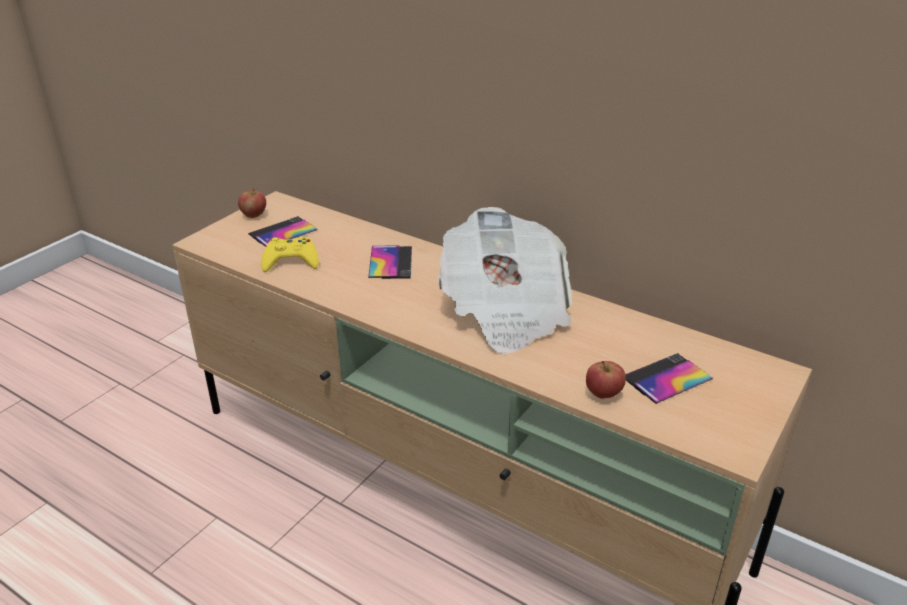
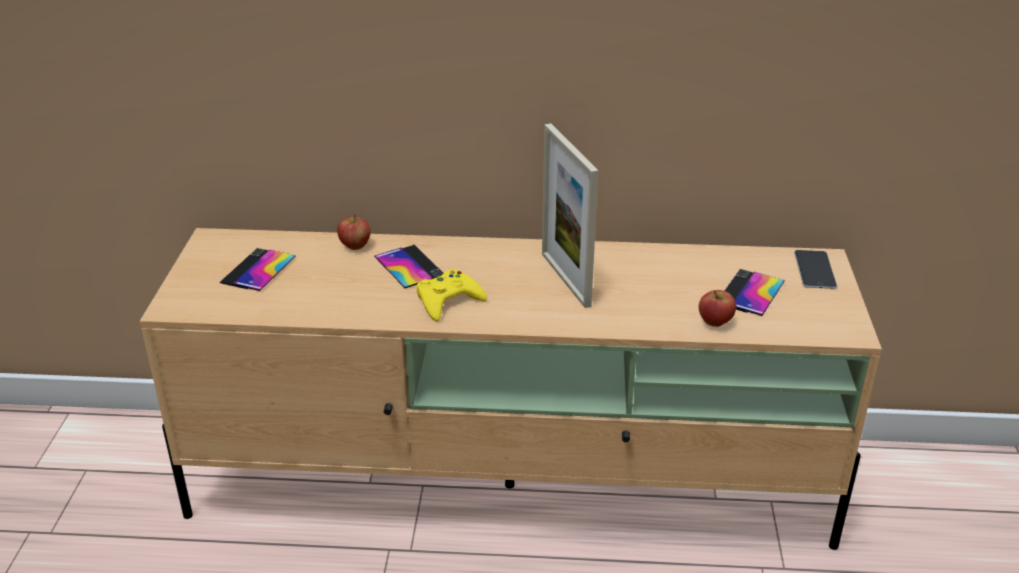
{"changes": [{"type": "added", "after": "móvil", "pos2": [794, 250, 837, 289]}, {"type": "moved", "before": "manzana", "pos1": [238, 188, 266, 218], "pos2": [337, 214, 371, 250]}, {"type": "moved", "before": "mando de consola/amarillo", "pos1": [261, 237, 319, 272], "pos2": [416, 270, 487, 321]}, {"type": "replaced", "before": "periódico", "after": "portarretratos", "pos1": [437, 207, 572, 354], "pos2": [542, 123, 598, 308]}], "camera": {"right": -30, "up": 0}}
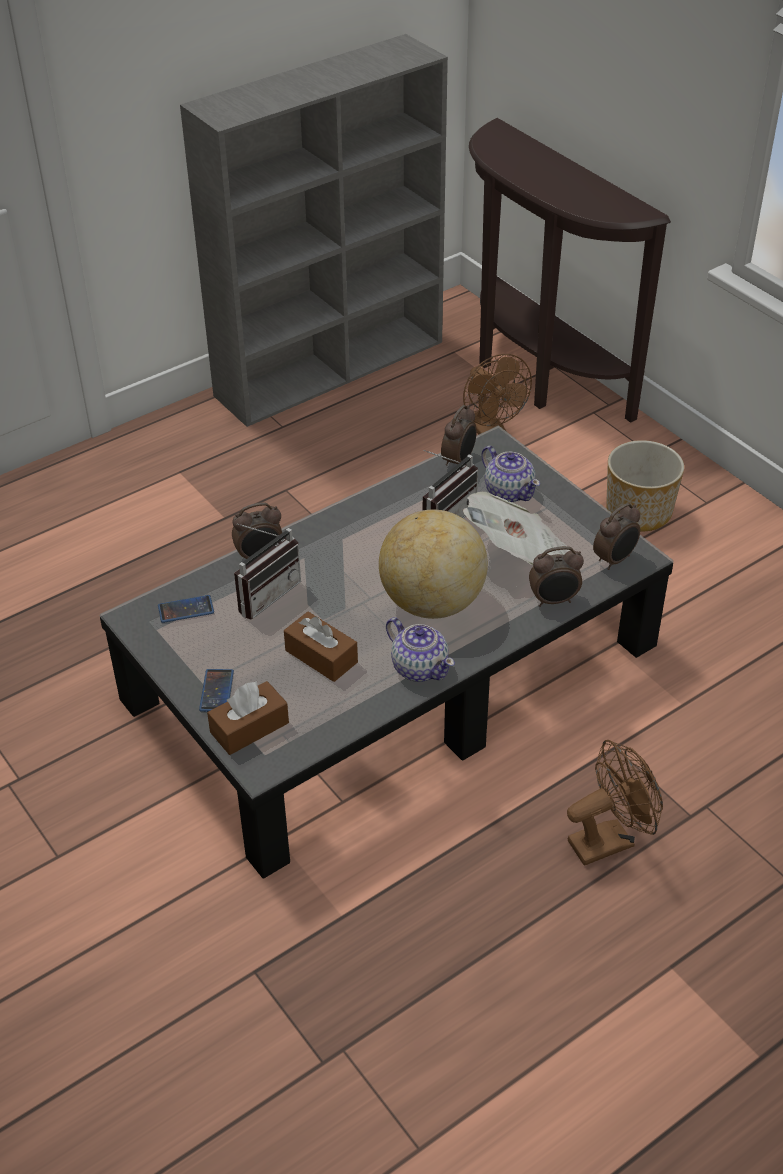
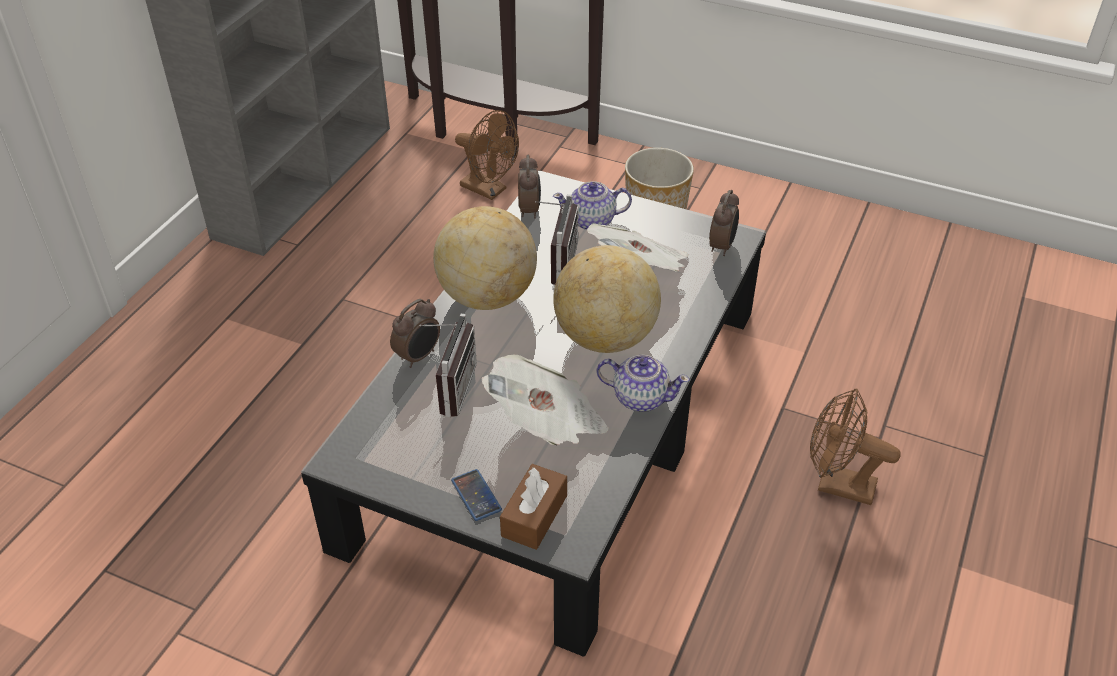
{"changes": [{"type": "removed", "before": "móvil", "pos1": [158, 595, 214, 623]}, {"type": "removed", "before": "despertador", "pos1": [529, 546, 584, 607]}, {"type": "added", "after": "globo terráqueo", "pos2": [433, 206, 537, 310]}, {"type": "replaced", "before": "caja de pañuelos/marrón", "after": "periódico", "pos1": [284, 612, 358, 682], "pos2": [482, 354, 609, 445]}, {"type": "turned", "before": "tetera", "pos1": [481, 446, 540, 503], "pos2": [553, 181, 632, 230], "turn": 150}, {"type": "turned", "before": "ventilador/marrón", "pos1": [567, 740, 663, 866], "pos2": [810, 389, 901, 505], "turn": -105}], "camera": {"right": -30, "up": 0}}
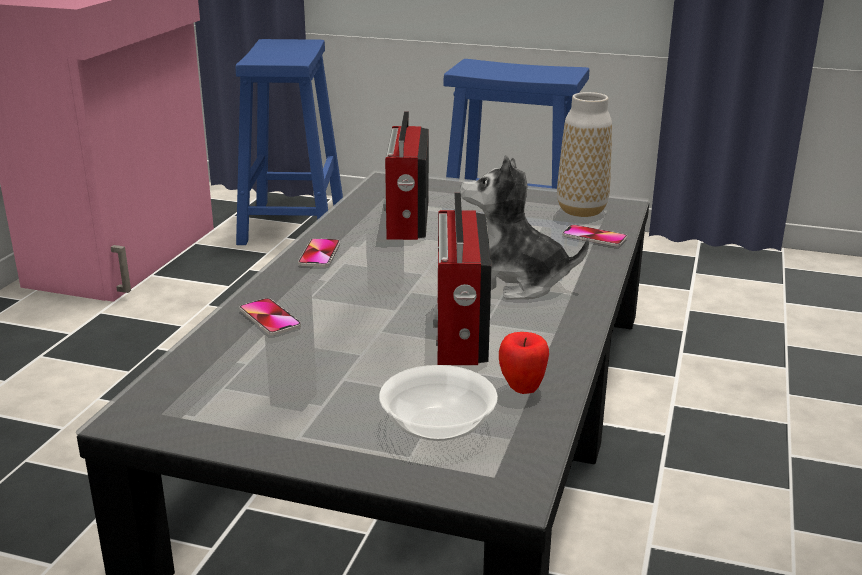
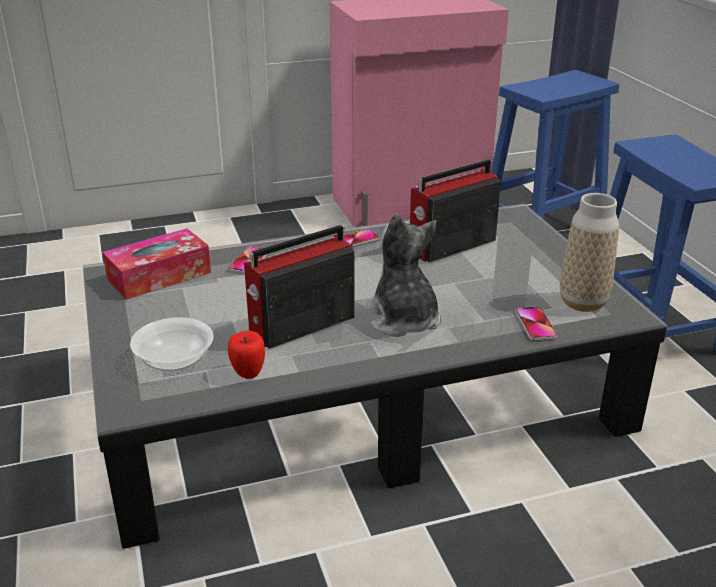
{"changes": [{"type": "added", "after": "caja de pañuelos", "pos2": [103, 228, 211, 300]}], "camera": {"right": 55, "up": 5}}
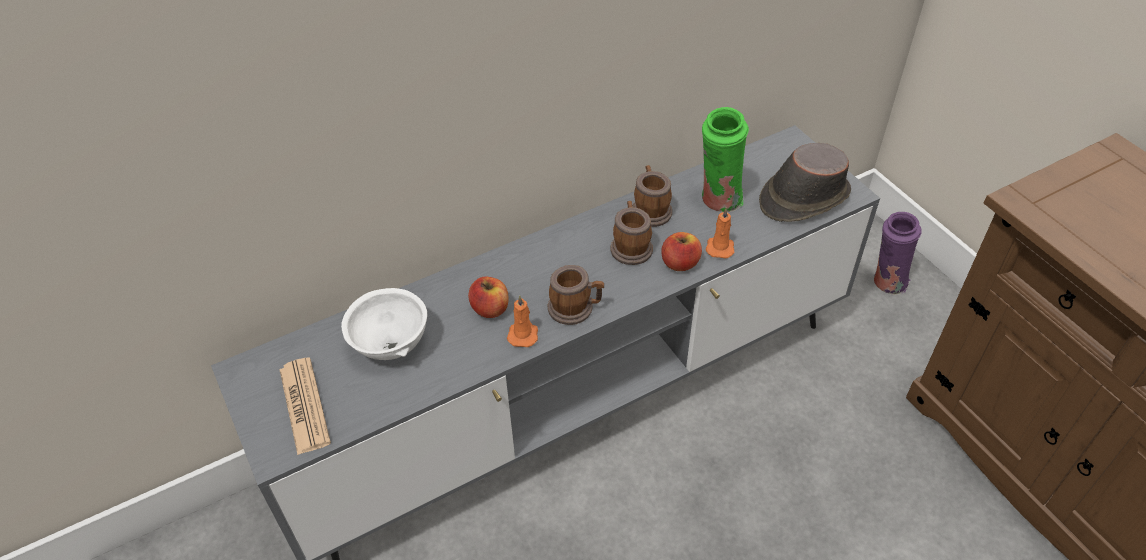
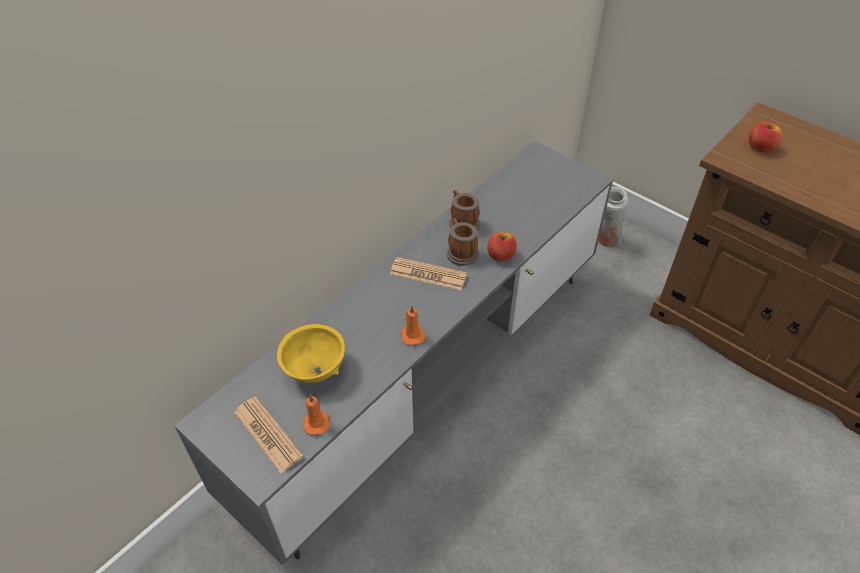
{"changes": [{"type": "removed", "before": "taza grande", "pos1": [548, 265, 604, 325]}, {"type": "removed", "before": "florero/verde", "pos1": [702, 107, 749, 212]}, {"type": "removed", "before": "sombrero/marrón", "pos1": [759, 143, 851, 222]}, {"type": "added", "after": "periódico", "pos2": [390, 257, 467, 290]}, {"type": "moved", "before": "manzana", "pos1": [468, 277, 509, 318], "pos2": [749, 122, 783, 152]}, {"type": "moved", "before": "vela/naranja", "pos1": [705, 208, 735, 259], "pos2": [304, 394, 330, 436]}, {"type": "recoloured", "before": "cuenco/blanco", "after": "cuenco/amarillo", "pos1": [341, 288, 427, 360], "pos2": [277, 324, 345, 383]}, {"type": "recoloured", "before": "florero/morado", "after": "florero/blanco", "pos1": [874, 212, 922, 295], "pos2": [598, 187, 629, 248]}], "camera": {"right": -20, "up": 0}}
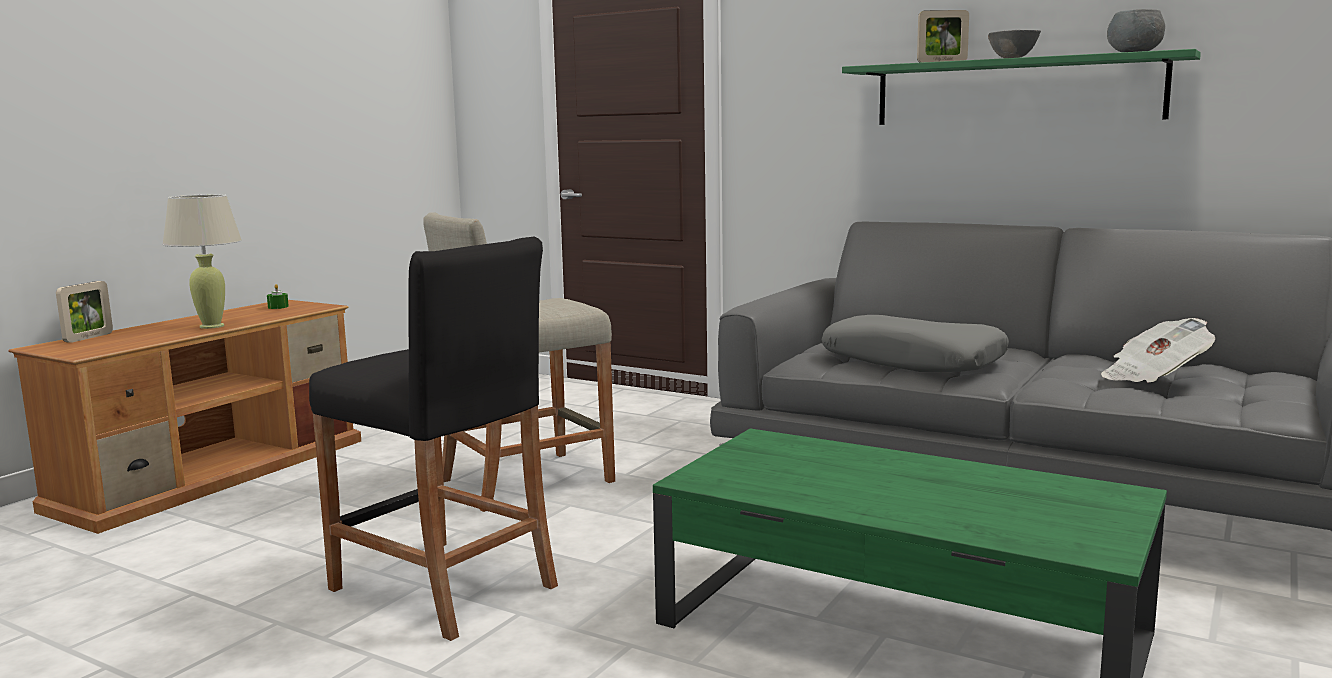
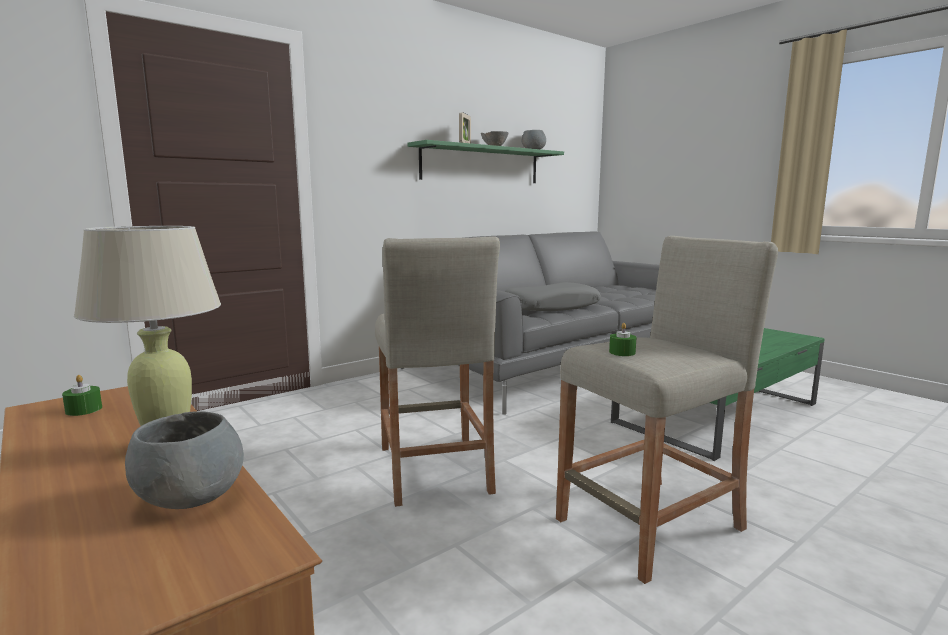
{"changes": [{"type": "removed", "before": "portarretratos", "pos1": [56, 281, 113, 343]}, {"type": "removed", "before": "periódico", "pos1": [1101, 318, 1215, 383]}, {"type": "added", "after": "cuenco/gris", "pos2": [125, 411, 244, 509]}, {"type": "added", "after": "vela/verde", "pos2": [609, 323, 637, 356]}, {"type": "recoloured", "before": "taburete/negro", "after": "taburete/beis", "pos1": [309, 236, 558, 641], "pos2": [556, 236, 778, 584]}], "camera": {"right": -70, "up": 0}}
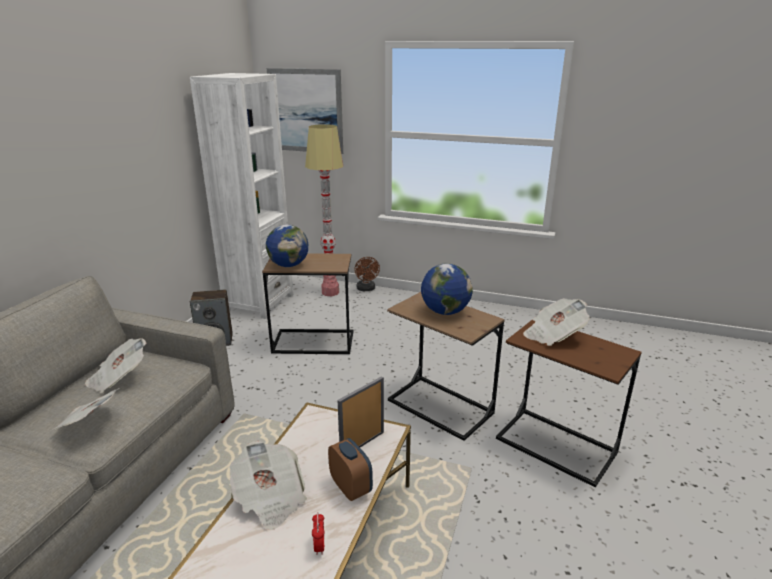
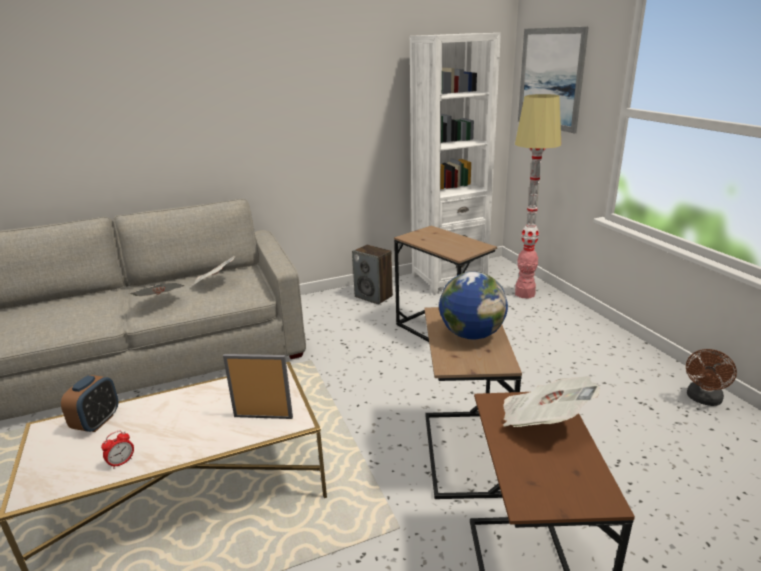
{"changes": [{"type": "removed", "before": "periódico", "pos1": [229, 441, 307, 530]}, {"type": "removed", "before": "globo terráqueo", "pos1": [266, 225, 308, 267]}, {"type": "moved", "before": "despertador", "pos1": [328, 438, 373, 501], "pos2": [61, 375, 118, 432]}, {"type": "moved", "before": "ventilador/marrón", "pos1": [354, 257, 380, 291], "pos2": [686, 349, 737, 406]}], "camera": {"right": 50, "up": 0}}
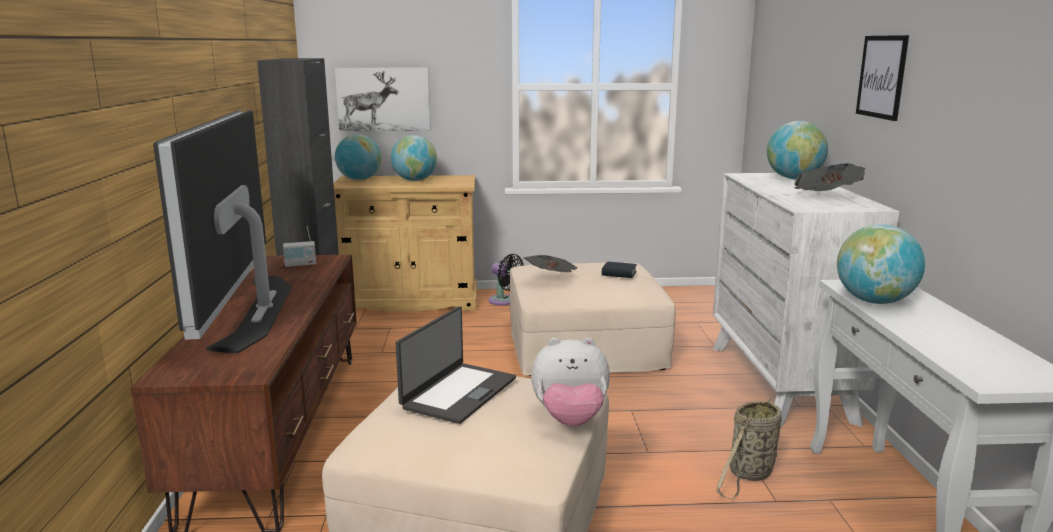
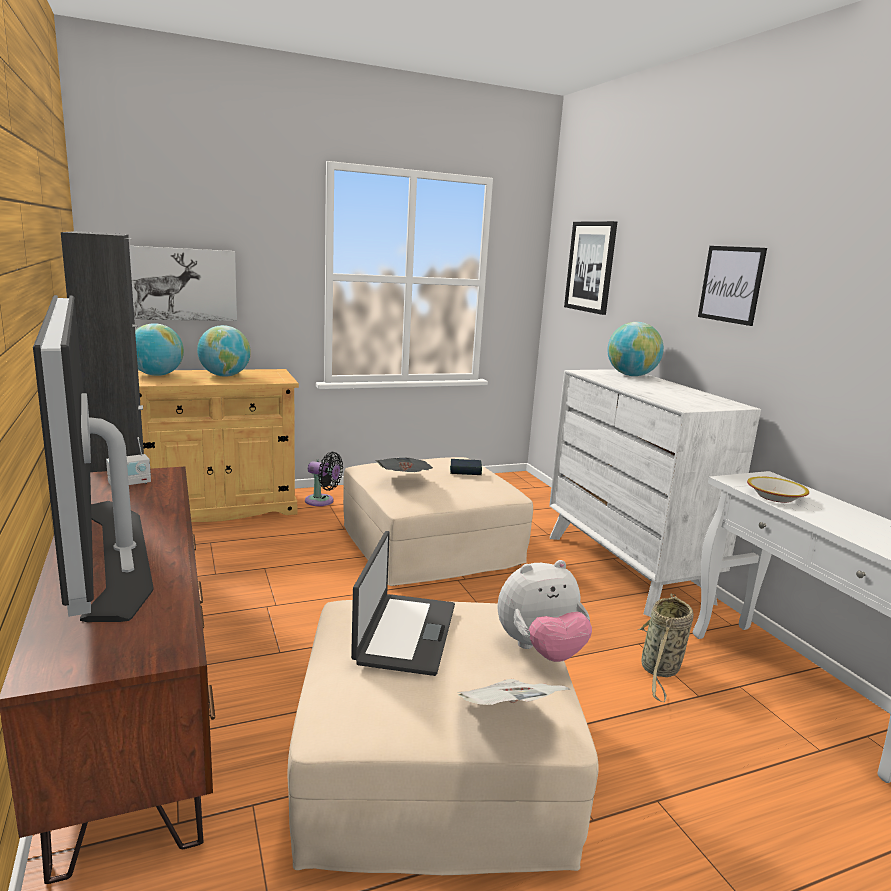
{"changes": [{"type": "added", "after": "cuadro", "pos2": [564, 221, 617, 315]}, {"type": "moved", "before": "periódico", "pos1": [794, 163, 865, 191], "pos2": [457, 679, 570, 705]}, {"type": "replaced", "before": "globo terráqueo", "after": "cuenco", "pos1": [837, 224, 925, 304], "pos2": [747, 476, 809, 503]}], "camera": {"right": -20, "up": 0}}
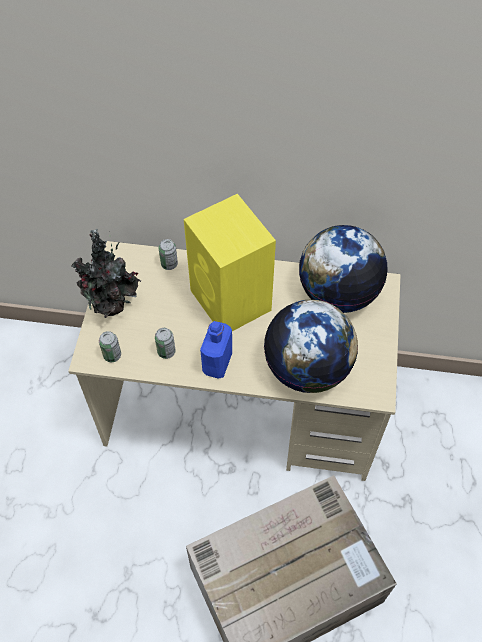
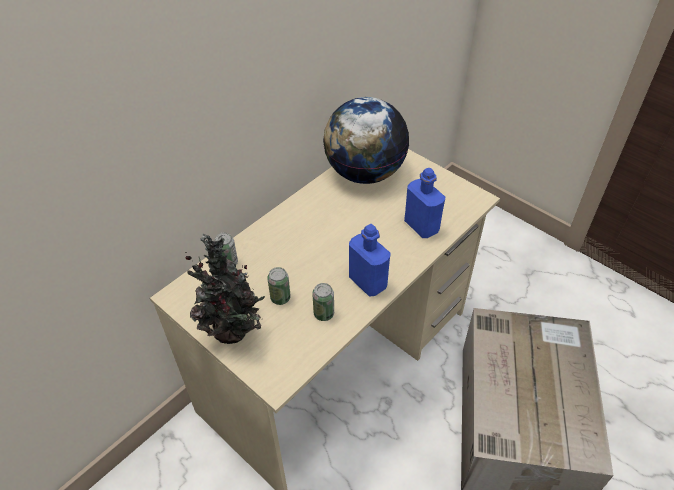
{"changes": [{"type": "removed", "before": "altavoz/amarillo", "pos1": [184, 194, 276, 331]}, {"type": "moved", "before": "lata", "pos1": [99, 331, 121, 362], "pos2": [267, 267, 291, 305]}, {"type": "replaced", "before": "globo terráqueo", "after": "botella/azul", "pos1": [264, 299, 358, 393], "pos2": [404, 168, 445, 238]}], "camera": {"right": -55, "up": -10}}
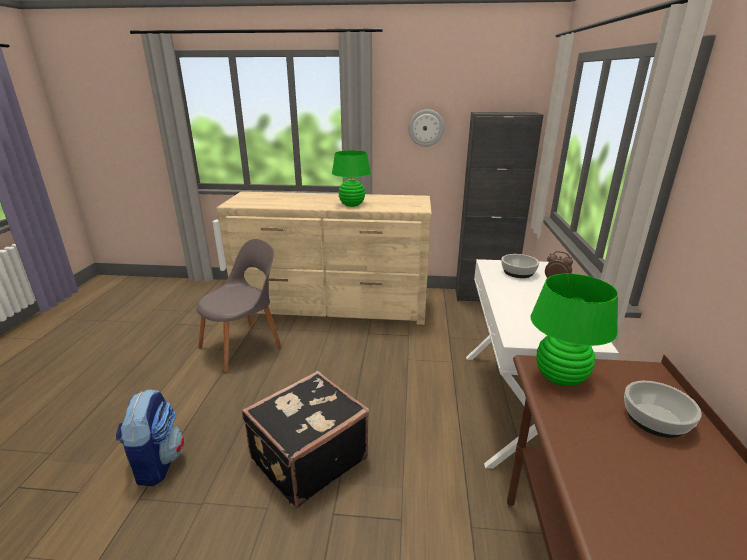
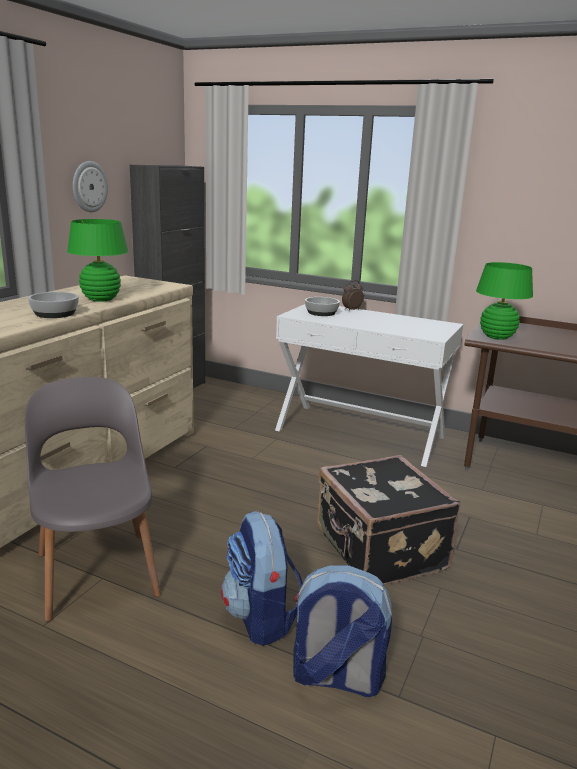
{"changes": [{"type": "added", "after": "mochila", "pos2": [221, 511, 303, 646]}, {"type": "moved", "before": "cuenco", "pos1": [624, 381, 702, 438], "pos2": [28, 292, 79, 318]}], "camera": {"right": -70, "up": -5}}
